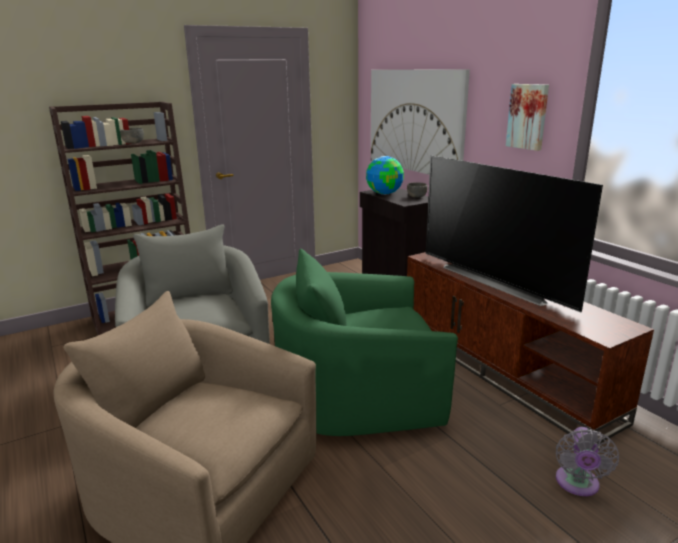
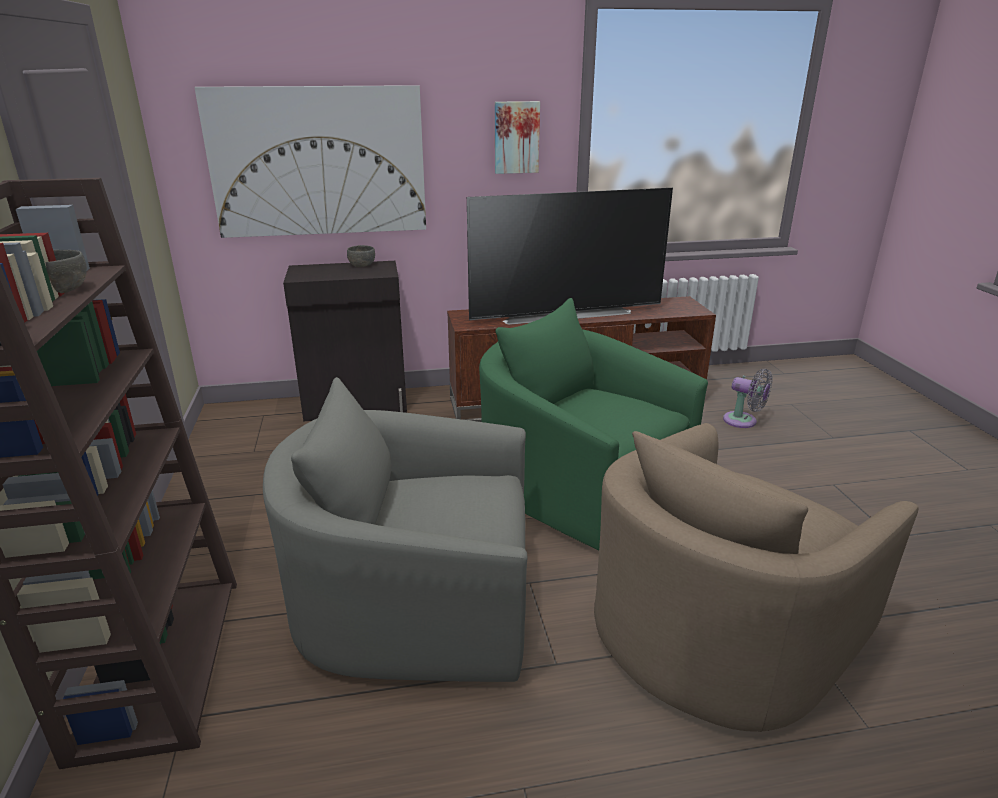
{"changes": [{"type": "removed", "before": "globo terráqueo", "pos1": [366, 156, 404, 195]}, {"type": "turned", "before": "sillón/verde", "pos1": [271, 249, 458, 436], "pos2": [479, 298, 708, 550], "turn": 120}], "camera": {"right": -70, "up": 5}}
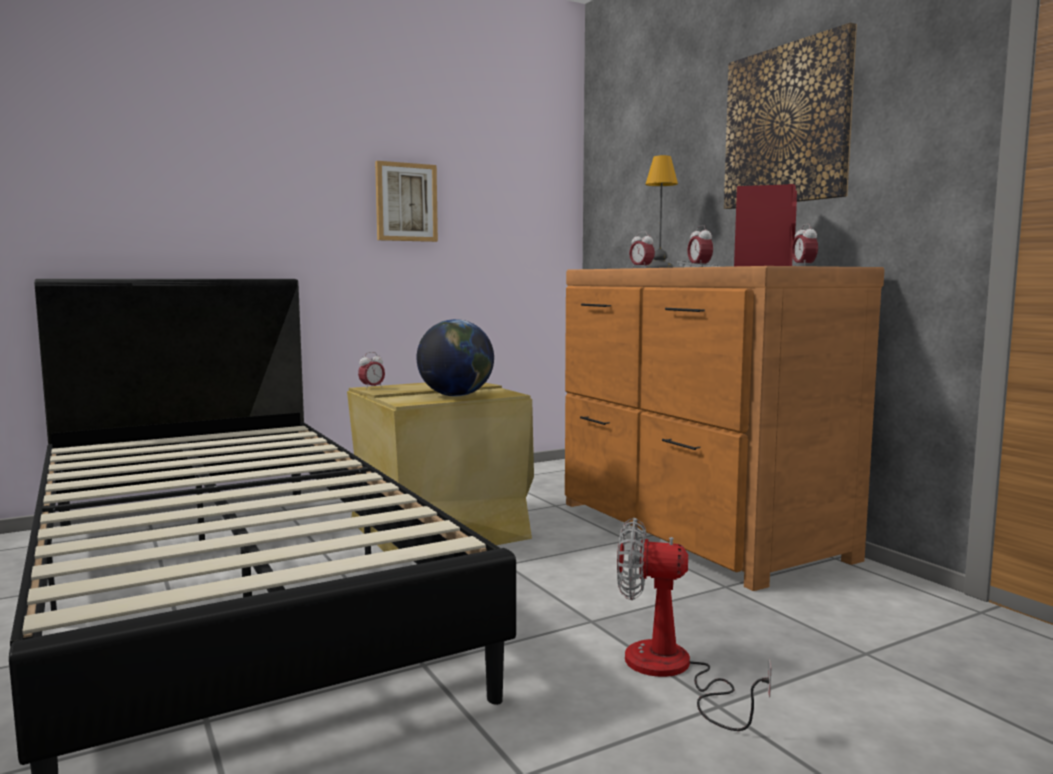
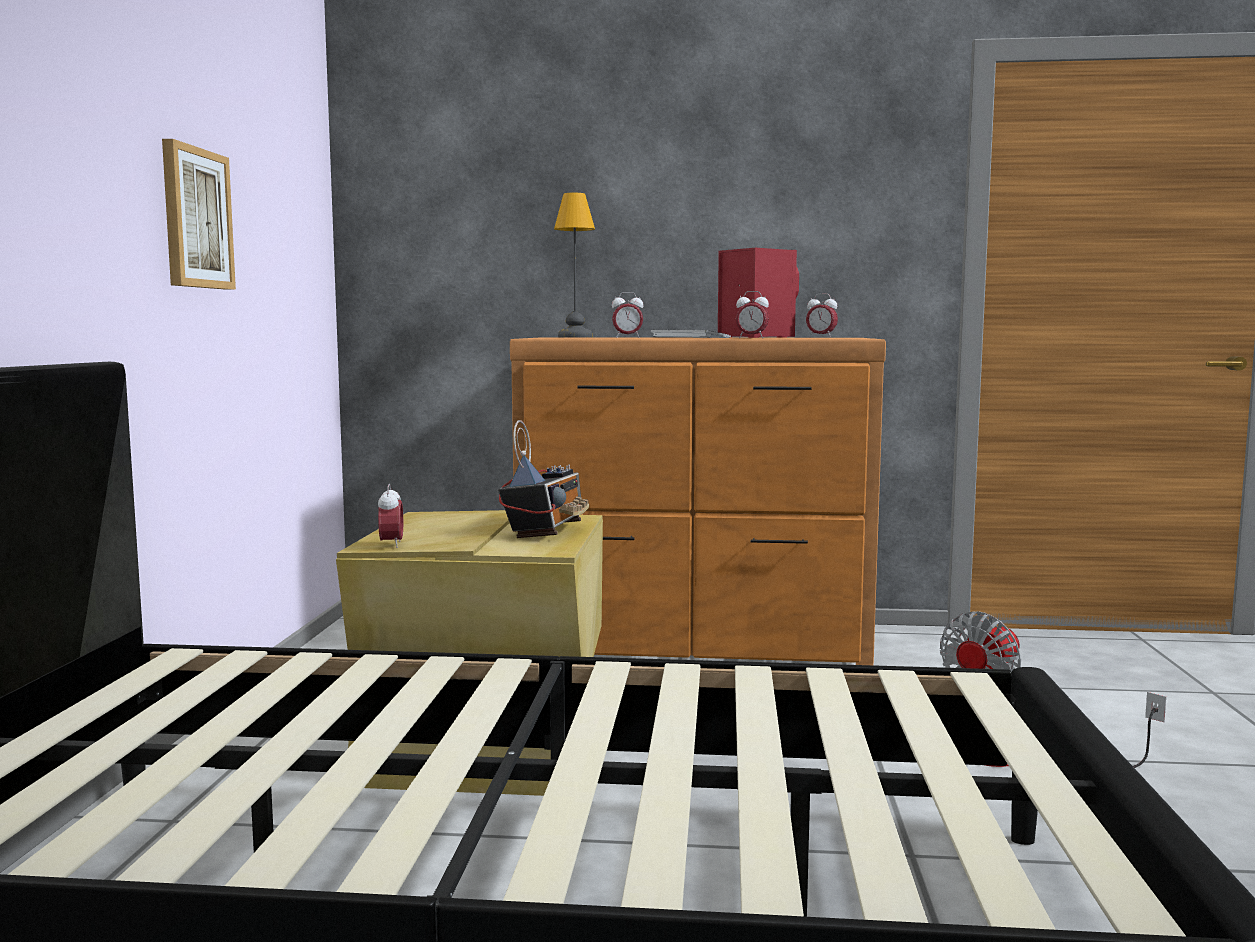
{"changes": [{"type": "removed", "before": "cuadro", "pos1": [724, 23, 857, 209]}, {"type": "replaced", "before": "globo terráqueo", "after": "radio", "pos1": [416, 319, 494, 396], "pos2": [498, 420, 589, 538]}], "camera": {"right": -55, "up": 0}}
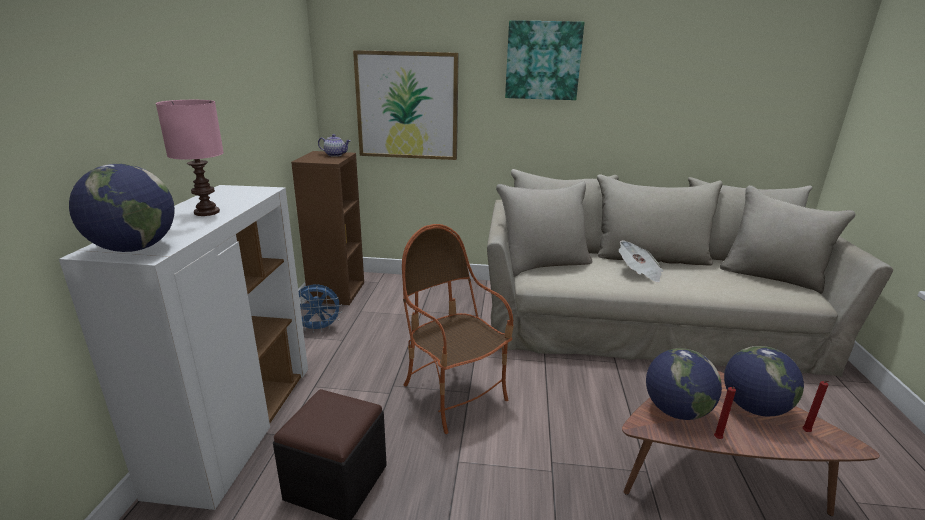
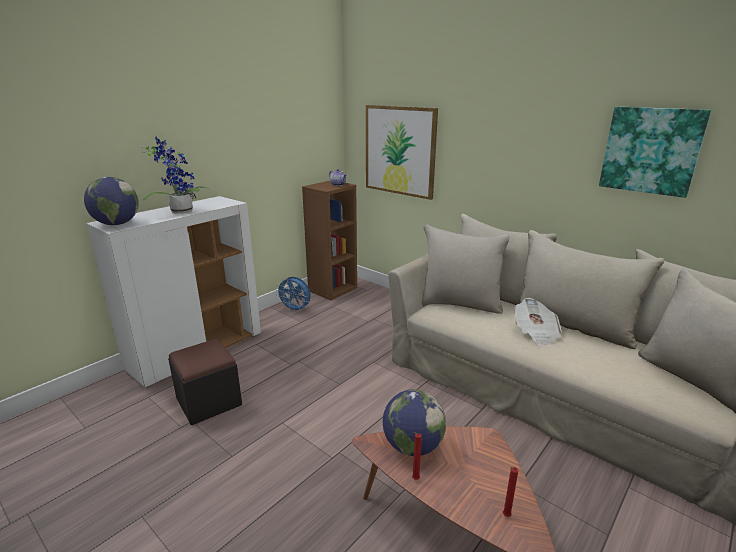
{"changes": [{"type": "removed", "before": "sillón", "pos1": [402, 224, 514, 434]}, {"type": "removed", "before": "globo terráqueo", "pos1": [724, 346, 804, 416]}, {"type": "moved", "before": "cuadro", "pos1": [505, 20, 584, 100], "pos2": [599, 107, 711, 198]}, {"type": "replaced", "before": "lámpara de mesa/rosa", "after": "planta en maceta", "pos1": [156, 100, 224, 216], "pos2": [141, 136, 209, 214]}], "camera": {"right": 35, "up": 0}}
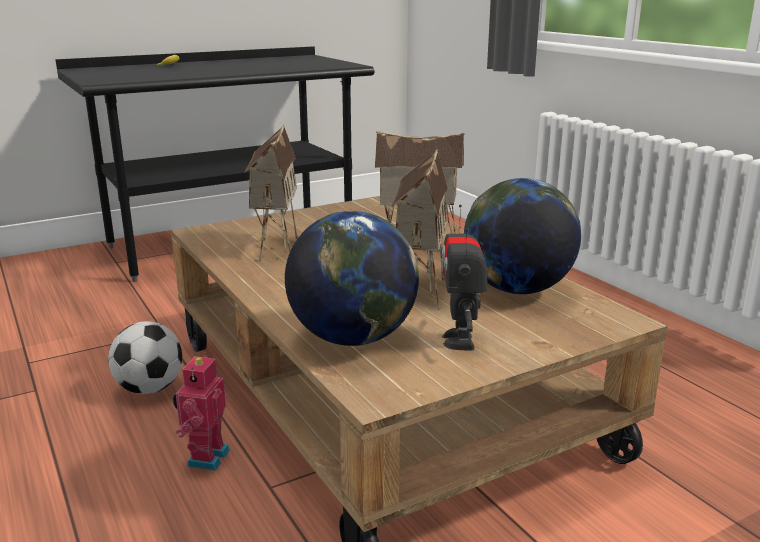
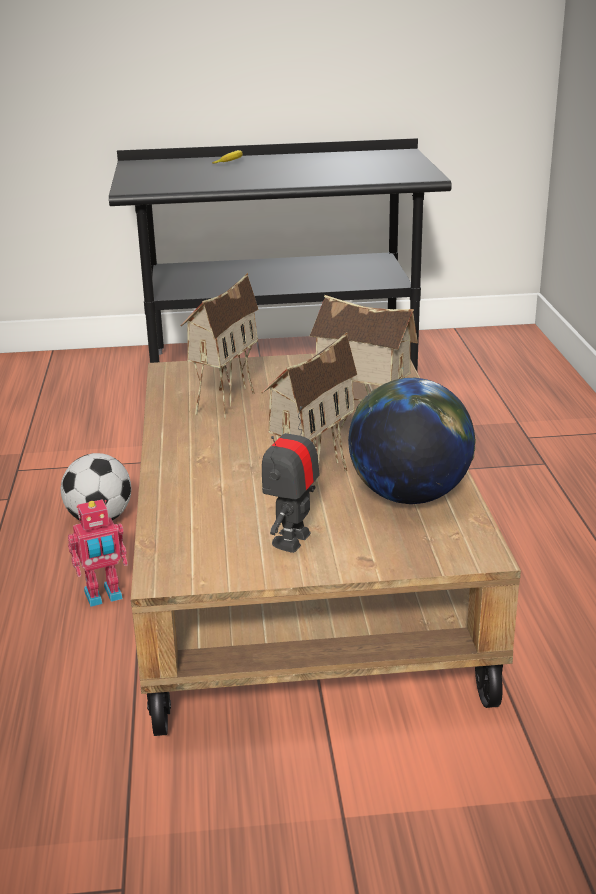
{"changes": [{"type": "removed", "before": "globo terráqueo", "pos1": [285, 211, 419, 346]}, {"type": "turned", "before": "robot de juguete", "pos1": [173, 353, 230, 470], "pos2": [68, 499, 128, 607], "turn": -150}], "camera": {"right": 25, "up": 5}}
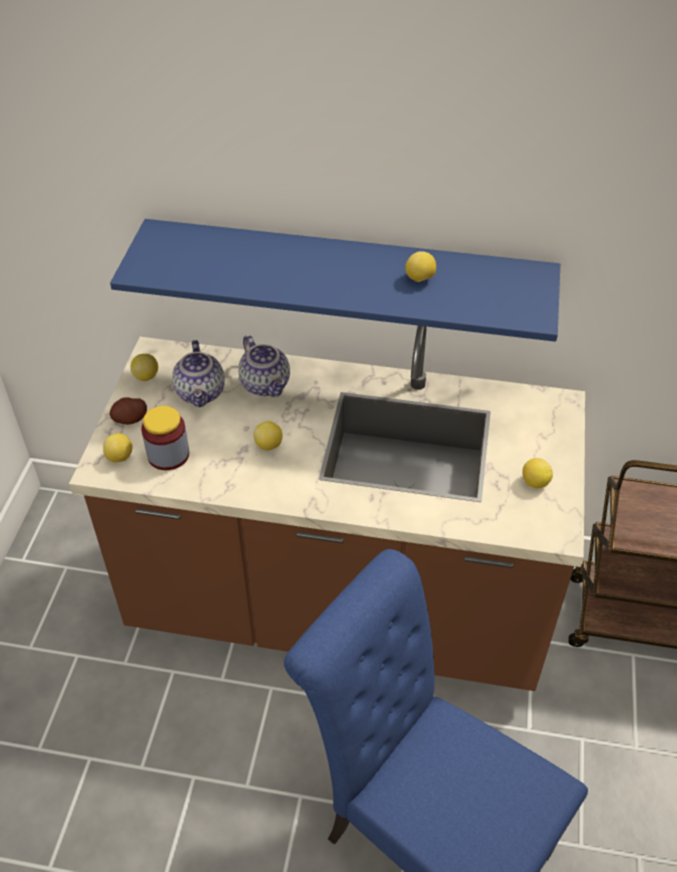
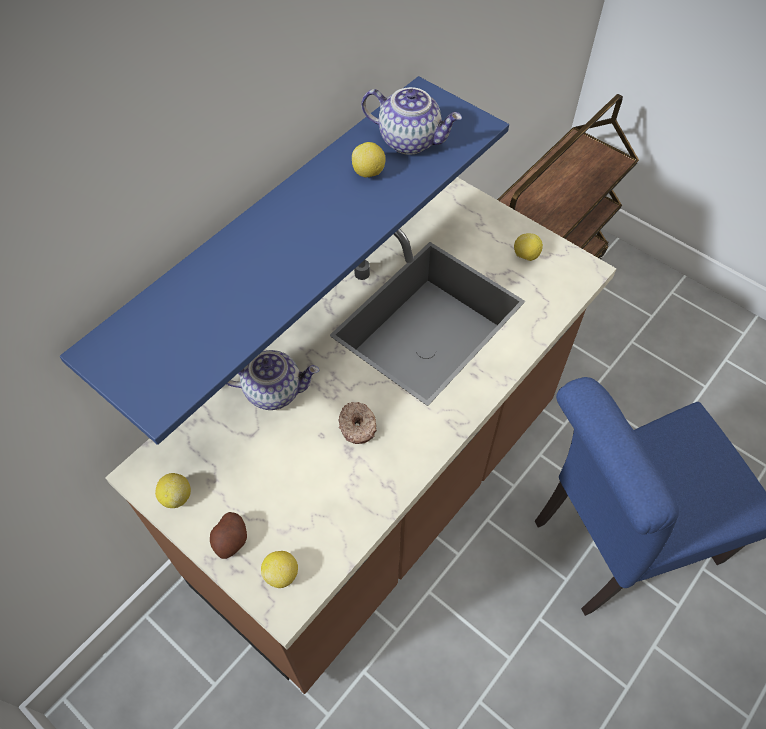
{"changes": [{"type": "removed", "before": "tarro", "pos1": [141, 406, 189, 470]}, {"type": "moved", "before": "tetera", "pos1": [172, 340, 225, 407], "pos2": [361, 87, 462, 155]}, {"type": "replaced", "before": "limón", "after": "rosquilla", "pos1": [253, 421, 282, 450], "pos2": [339, 402, 377, 444]}], "camera": {"right": -60, "up": 10}}
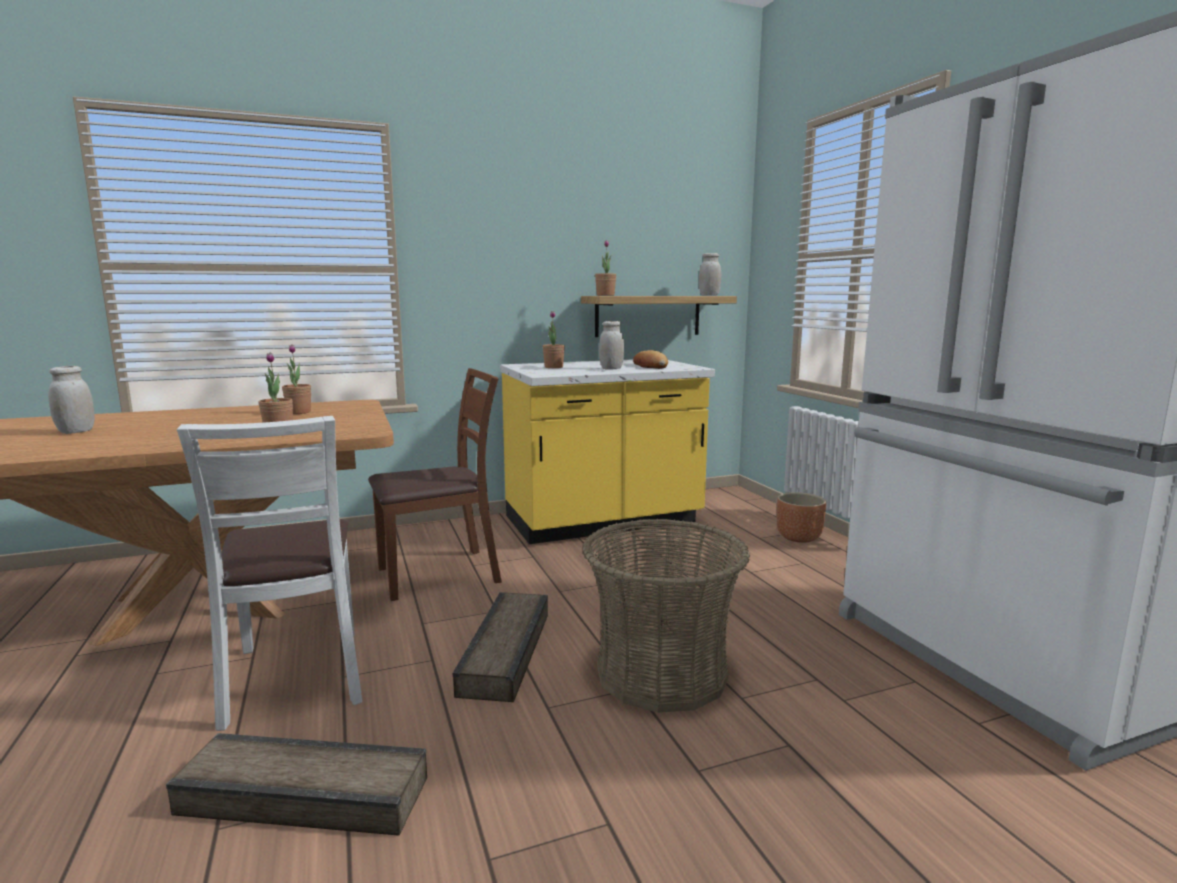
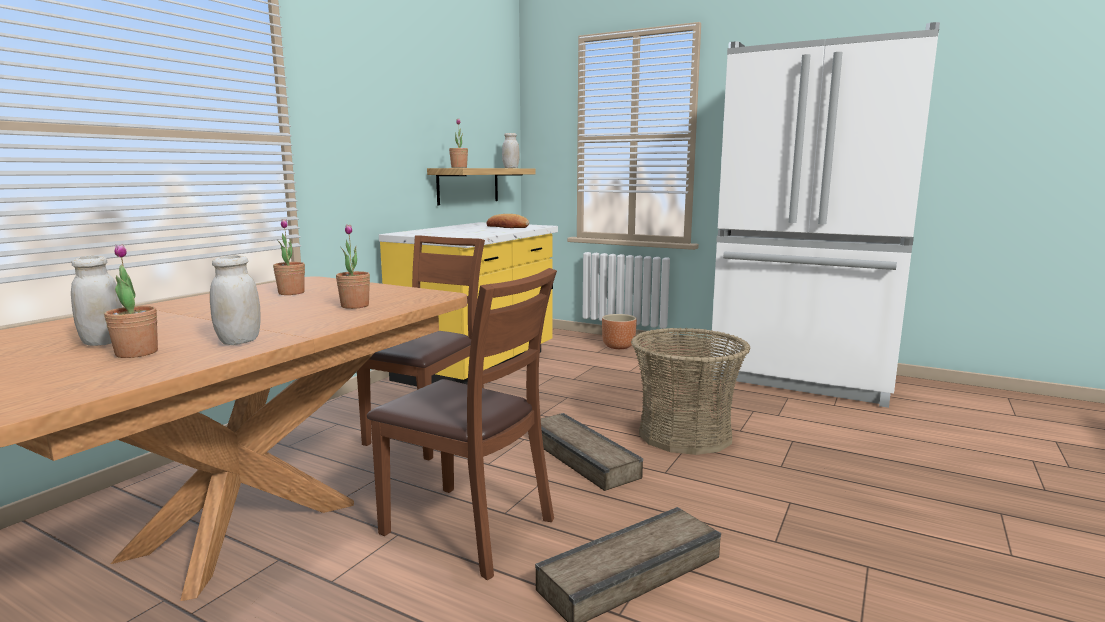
{"changes": [{"type": "moved", "before": "planta en maceta", "pos1": [543, 311, 565, 368], "pos2": [104, 244, 158, 358]}, {"type": "moved", "before": "tarro/blanco", "pos1": [599, 321, 624, 370], "pos2": [210, 255, 261, 345]}, {"type": "recoloured", "before": "silla/blanco", "after": "silla/marrón", "pos1": [177, 416, 362, 731], "pos2": [367, 268, 557, 580]}], "camera": {"right": -40, "up": 0}}
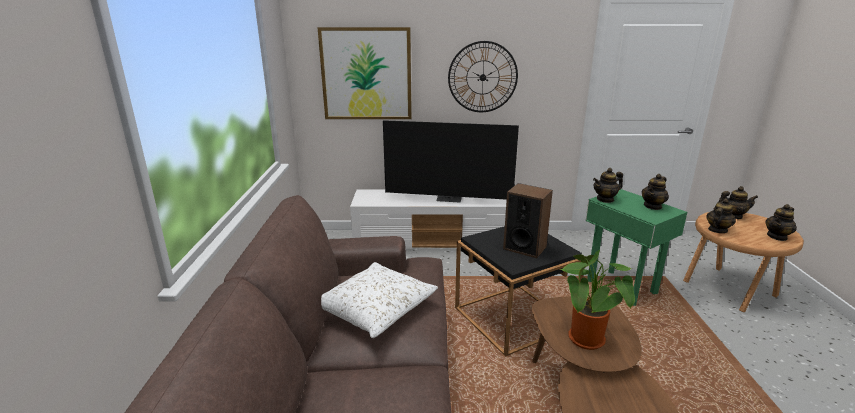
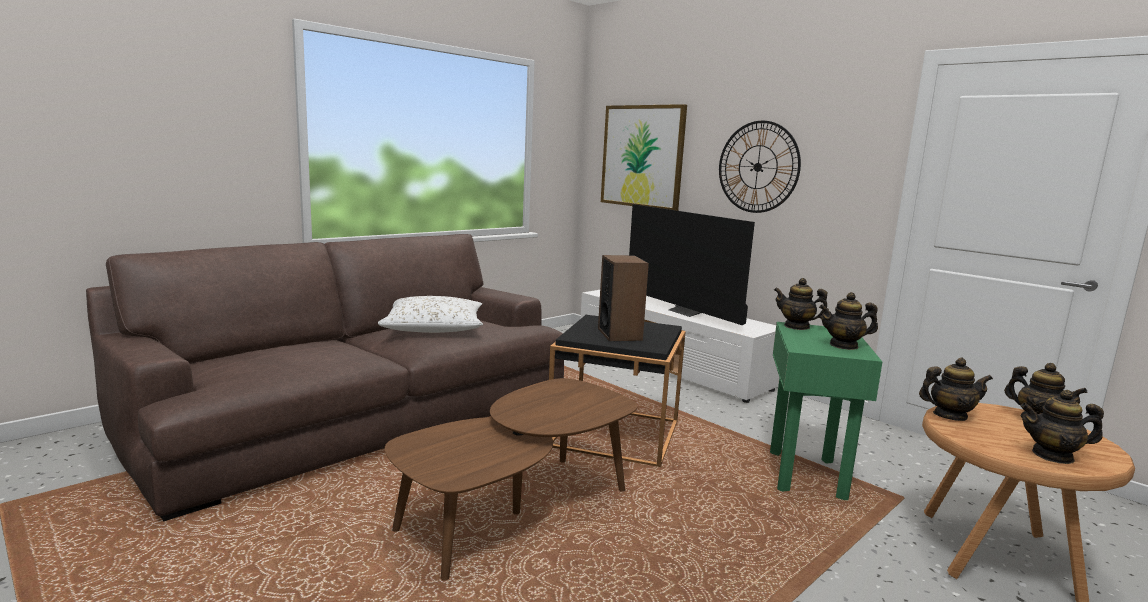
{"changes": [{"type": "removed", "before": "planta en maceta", "pos1": [559, 250, 635, 350]}], "camera": {"right": 45, "up": -10}}
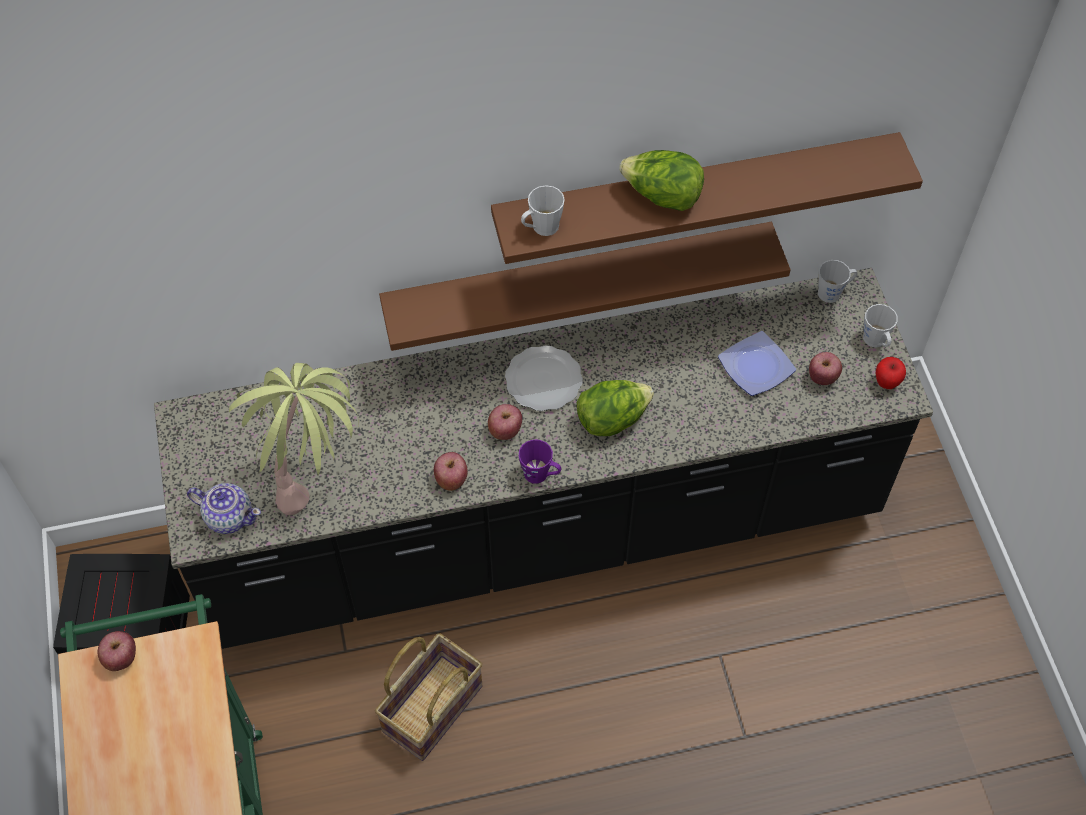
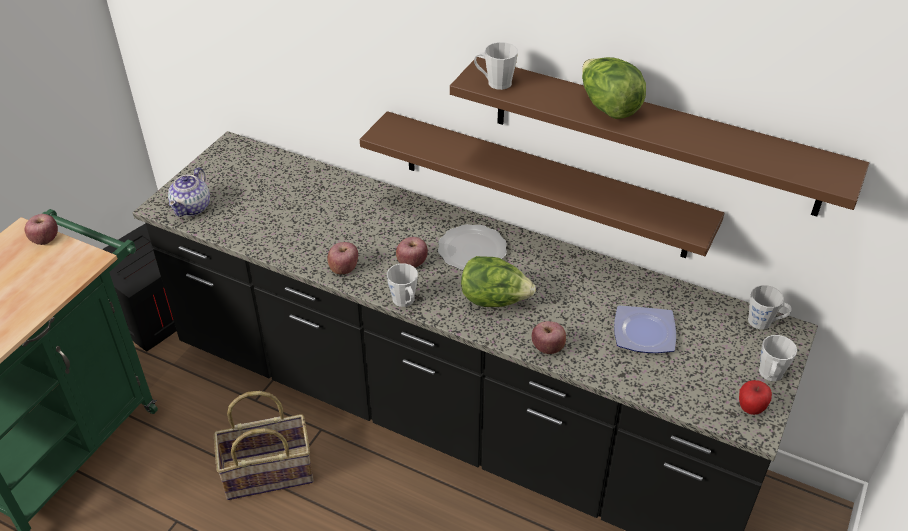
{"changes": [{"type": "removed", "before": "planta en maceta", "pos1": [229, 363, 359, 515]}, {"type": "moved", "before": "manzana", "pos1": [809, 352, 842, 385], "pos2": [532, 321, 566, 354]}, {"type": "recoloured", "before": "taza grande/morado", "after": "taza grande/gris", "pos1": [519, 439, 561, 484], "pos2": [387, 264, 418, 307]}, {"type": "turned", "before": "tetera", "pos1": [187, 483, 261, 534], "pos2": [168, 167, 210, 217], "turn": 45}], "camera": {"right": 40, "up": -15}}
